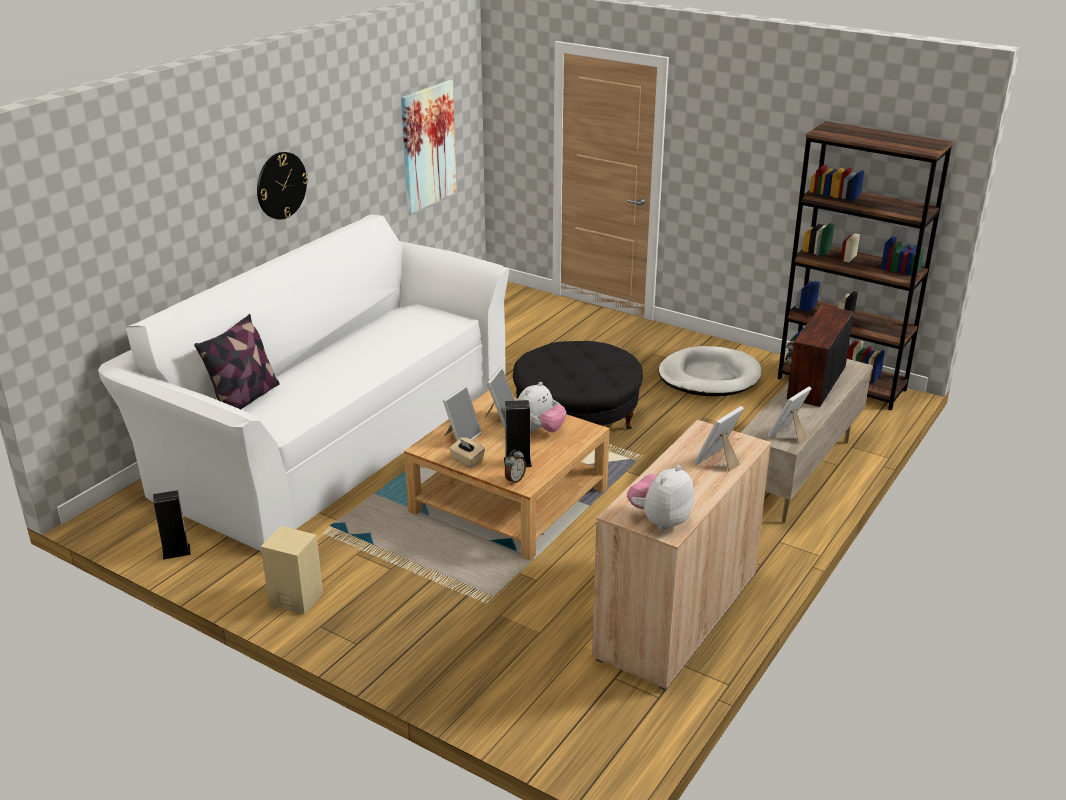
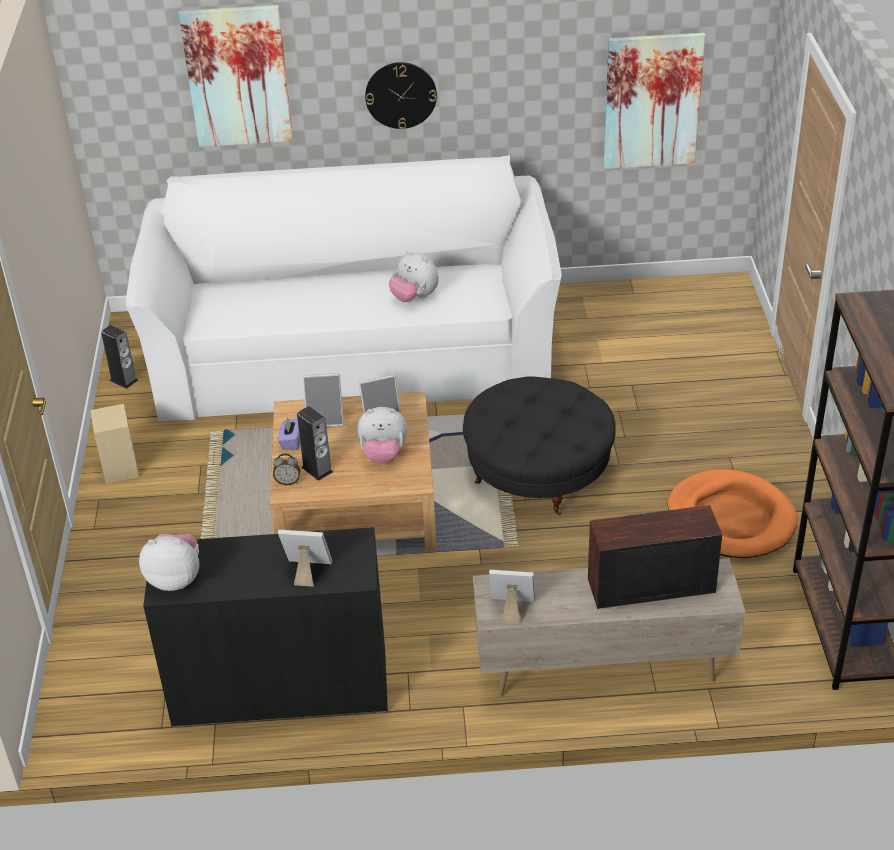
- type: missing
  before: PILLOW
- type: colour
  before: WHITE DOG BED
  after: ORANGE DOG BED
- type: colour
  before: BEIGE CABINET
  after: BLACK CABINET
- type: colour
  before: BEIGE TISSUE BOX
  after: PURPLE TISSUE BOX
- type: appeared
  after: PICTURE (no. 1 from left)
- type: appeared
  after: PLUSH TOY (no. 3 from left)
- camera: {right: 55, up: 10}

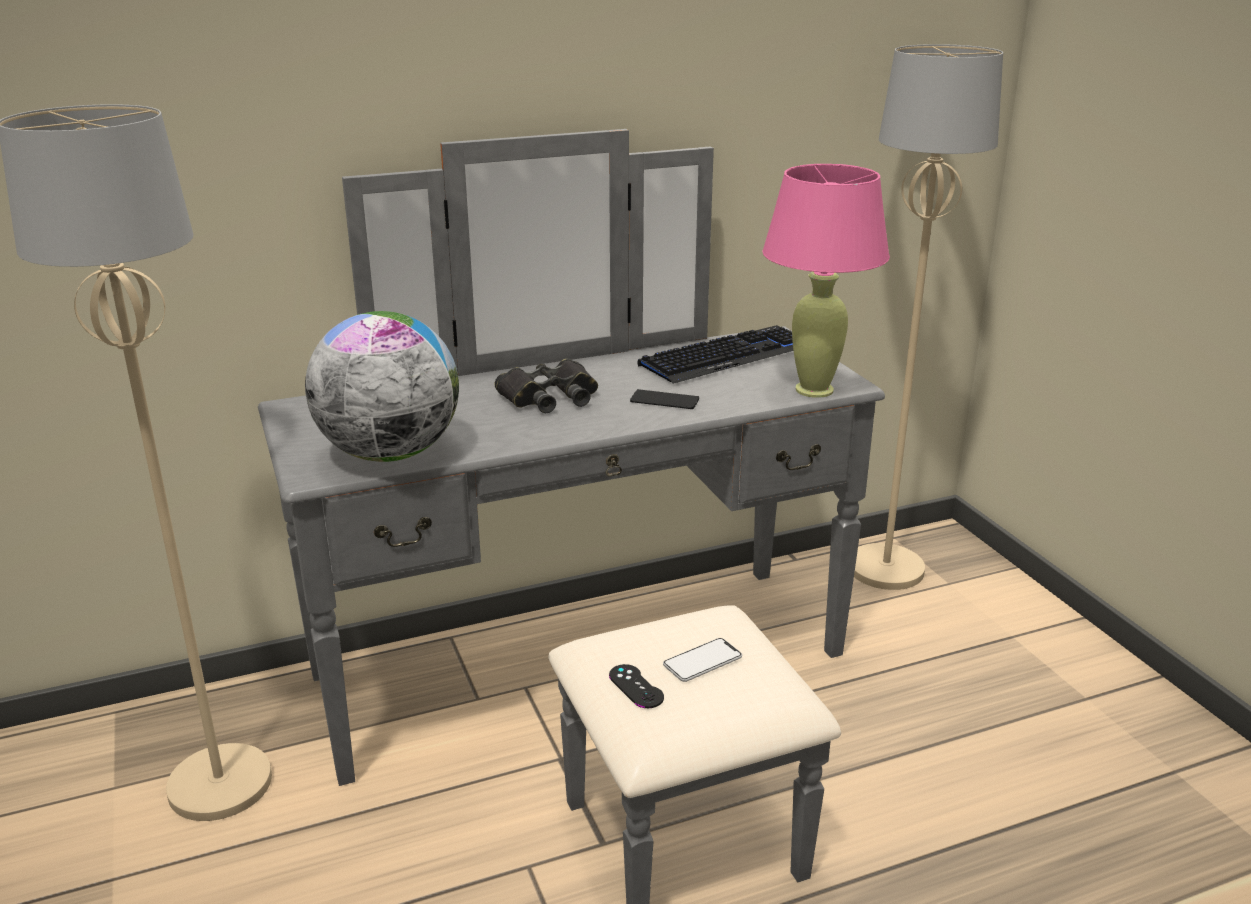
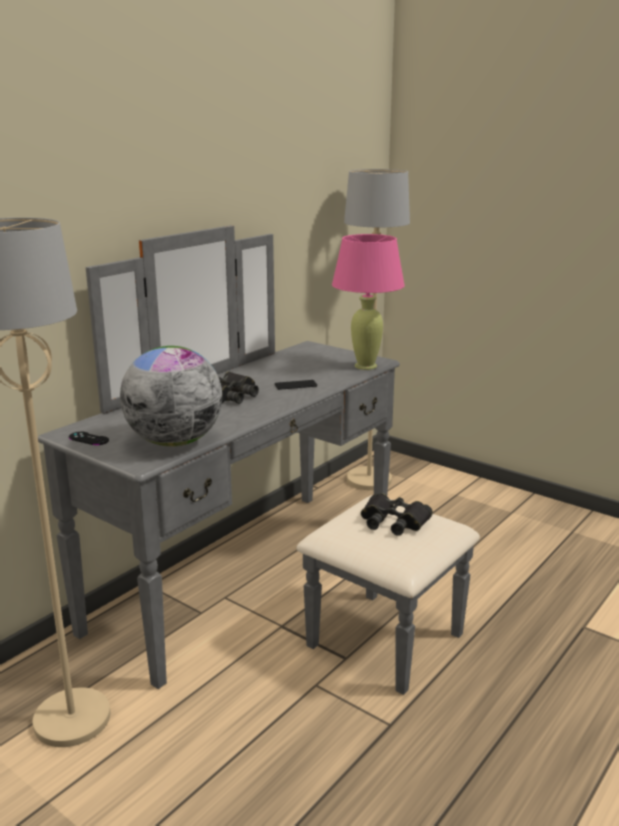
- type: missing
  before: KEYBOARD
- type: exchanged
  before: PHONE (no. 2 from left)
  after: BLACK BINOCULARS (no. 2 from left)
- type: relocated
  before: BLACK GAME CONTROLLER
- camera: {right: -30, up: -5}

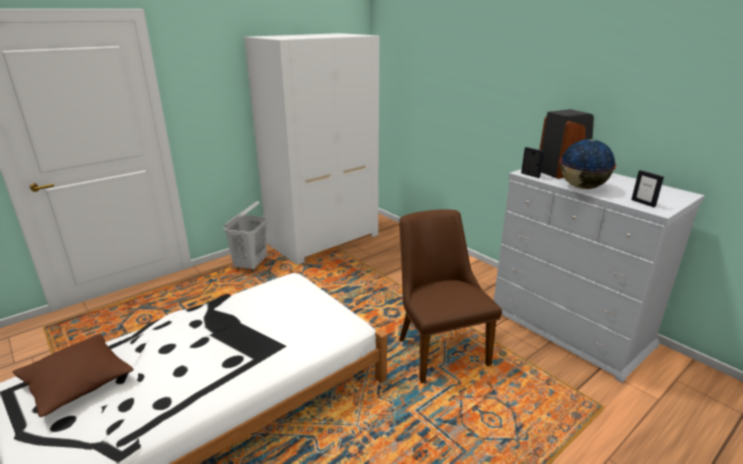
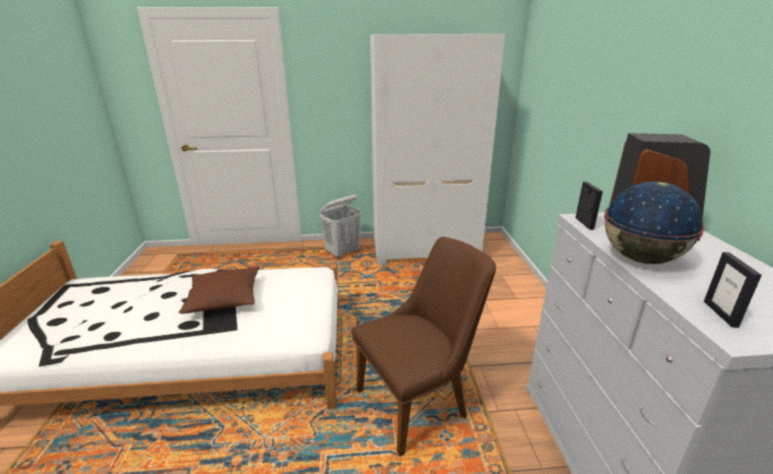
- type: spun
  before: BROWN CHAIR
  turn: 45
- type: relocated
  before: BROWN PILLOW
- camera: {right: 35, up: 0}

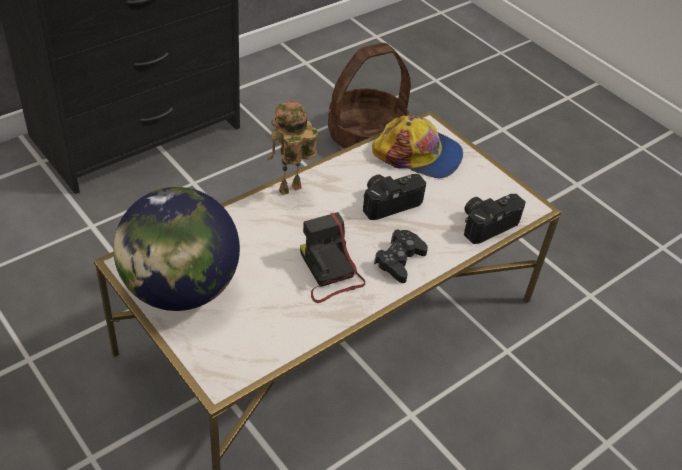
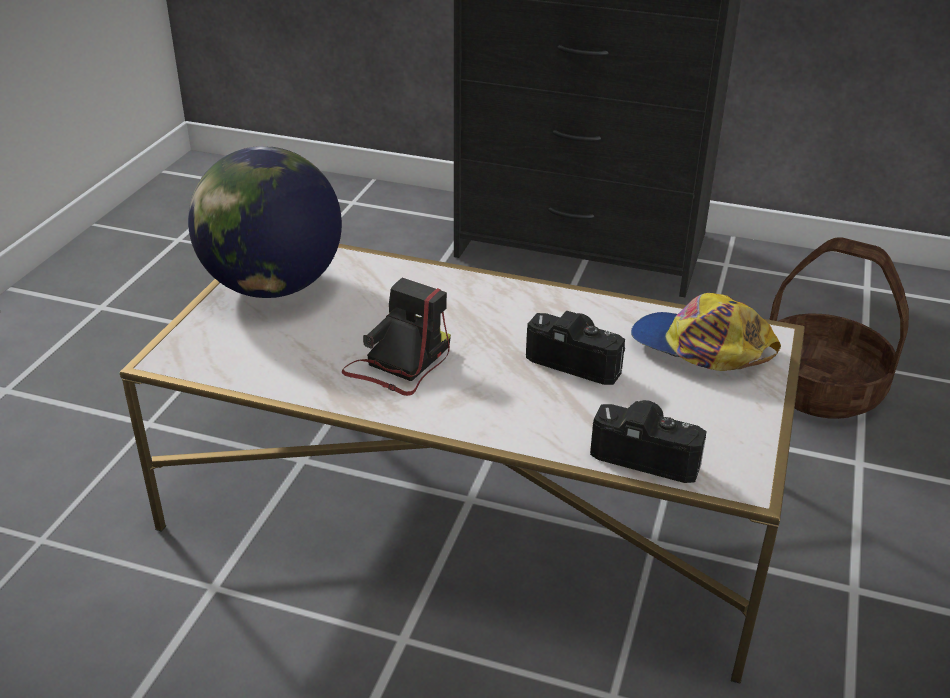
- type: missing
  before: TOY ROBOT
- type: spun
  before: CAP
  turn: 135
- type: missing
  before: BLACK GAME CONTROLLER
- camera: {right: 60, up: -10}

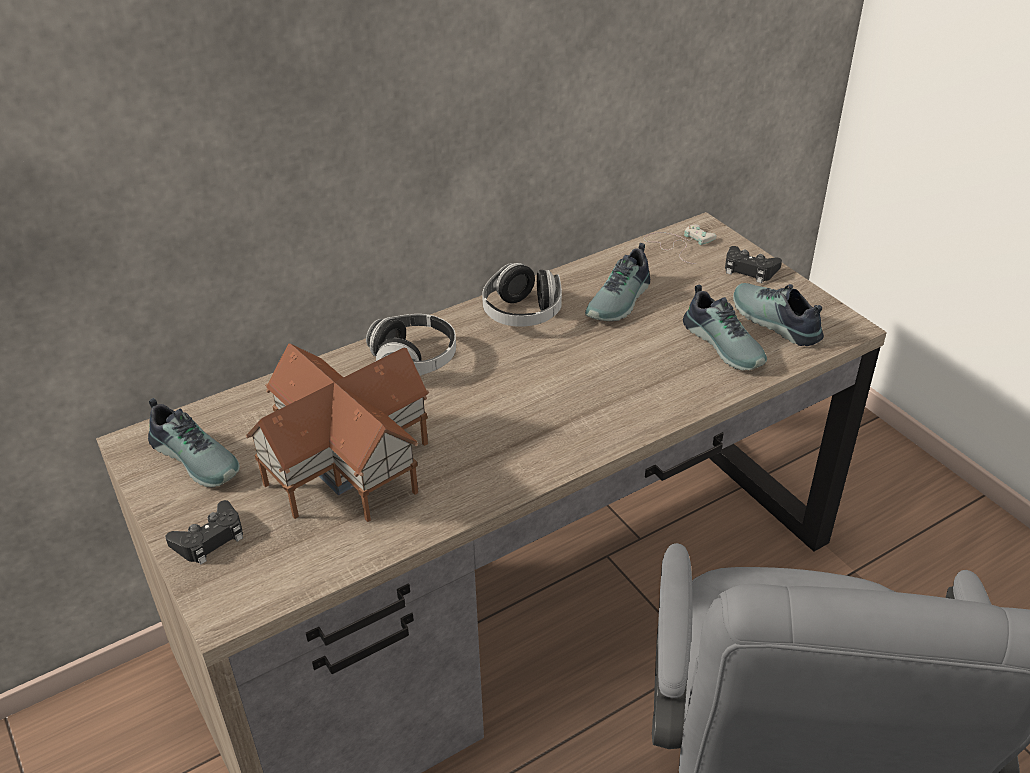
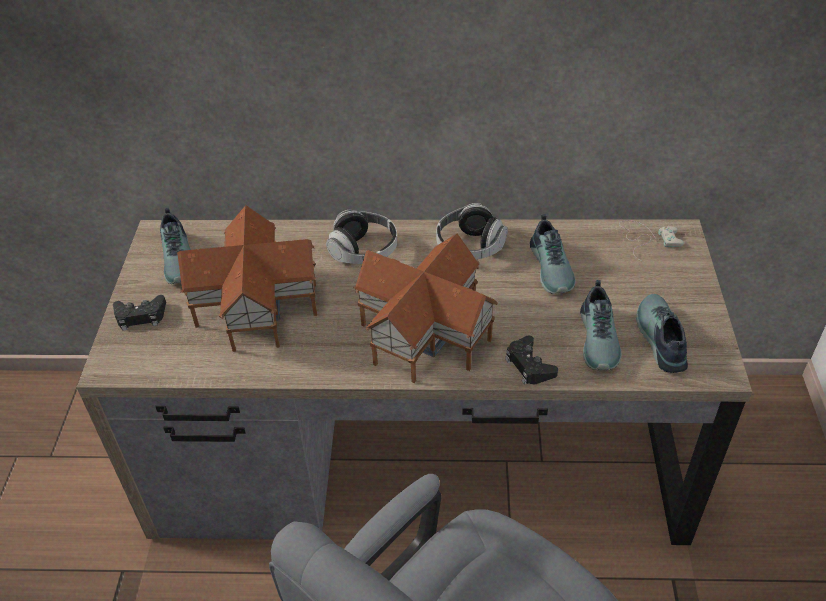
- type: spun
  before: SHOE (no. 2 from left)
  turn: -75
- type: relocated
  before: BLACK GAME CONTROLLER (no. 2 from left)
- type: appeared
  after: TOY HOUSE (no. 2 from left)
- camera: {right: 35, up: 5}

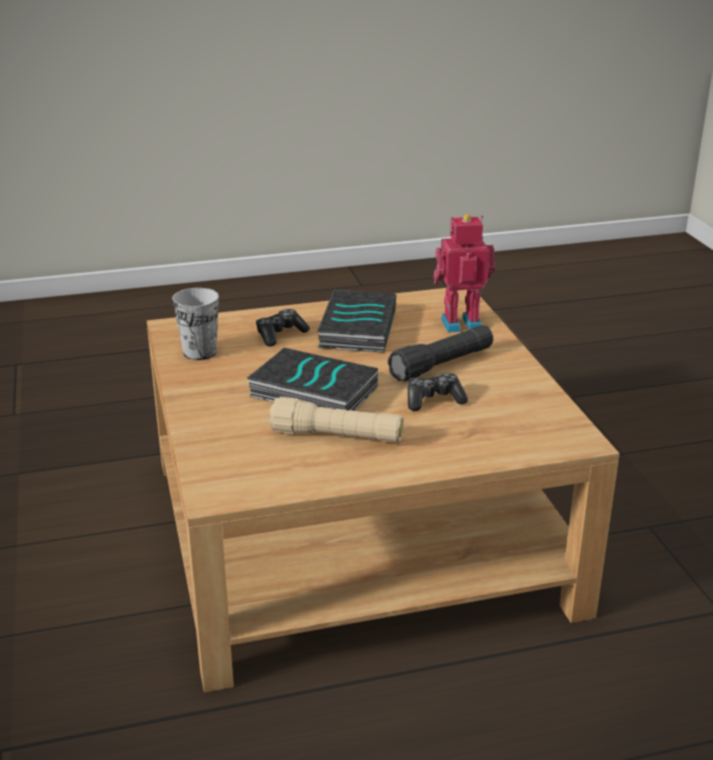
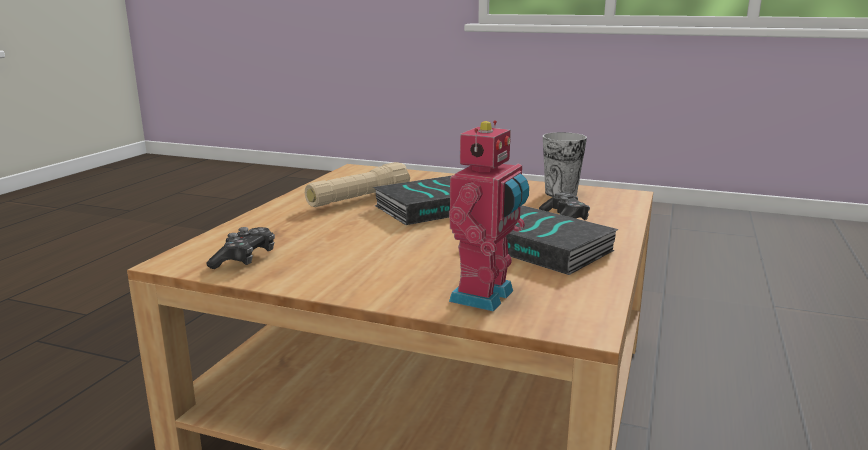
- type: missing
  before: BLACK FLASHLIGHT
- type: relocated
  before: GAME CONTROLLER (no. 2 from left in the first image)
  after: GAME CONTROLLER (no. 1 from left)
- camera: {right: 125, up: -10}

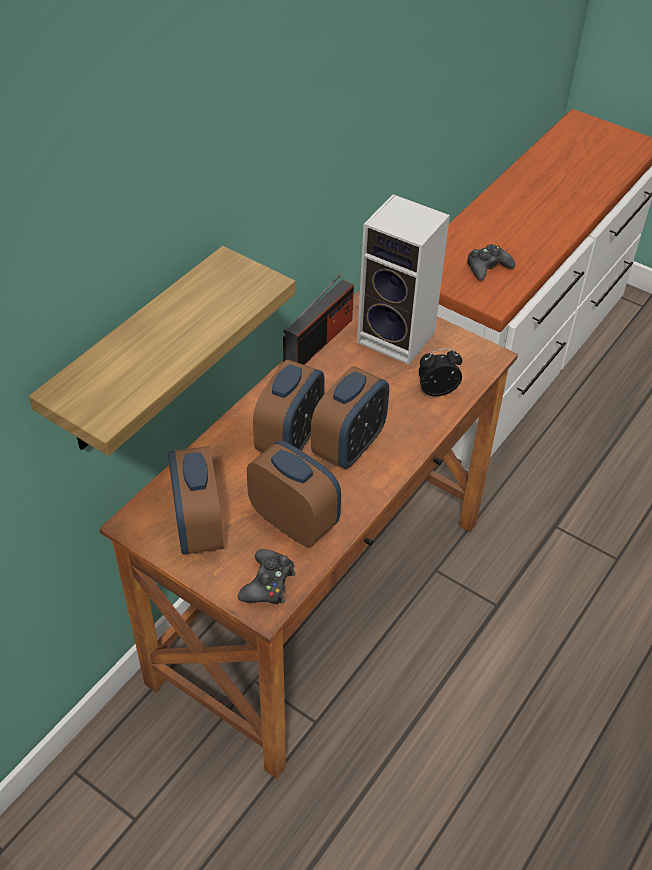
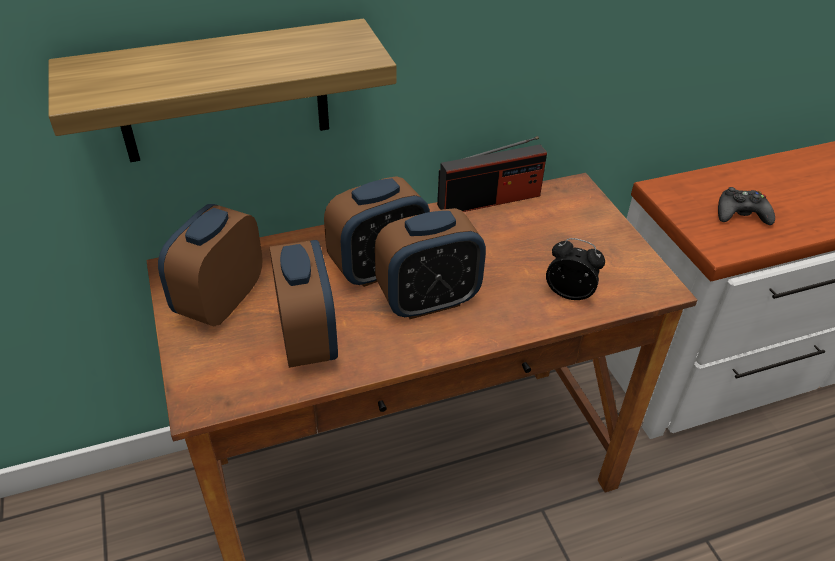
- type: missing
  before: SPEAKER
- type: missing
  before: BLACK GAME CONTROLLER (no. 1 from left)
- camera: {right: 35, up: -5}

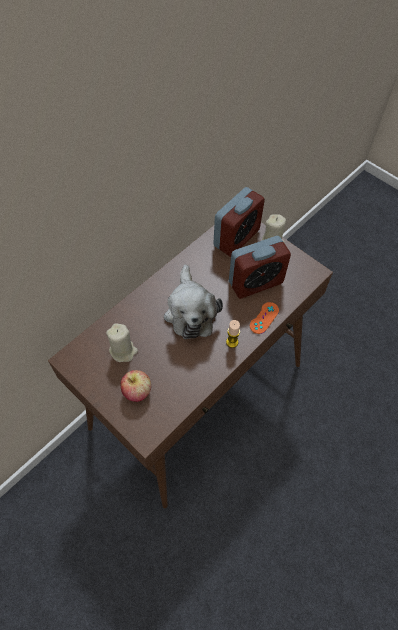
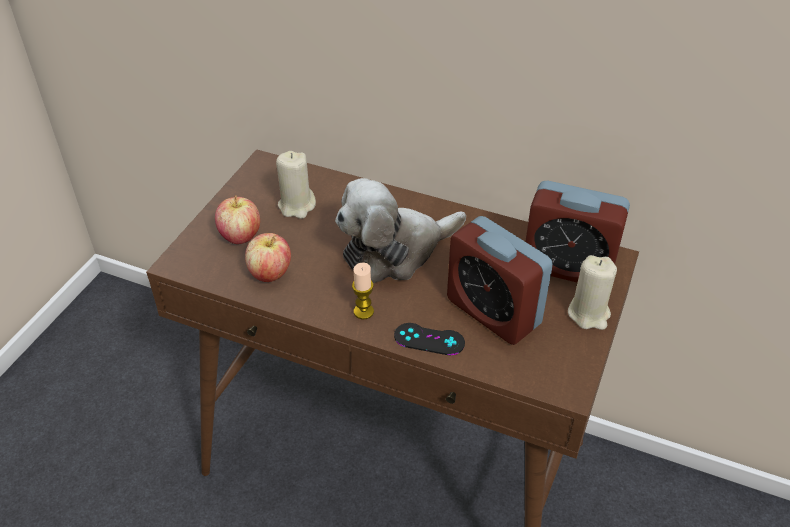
- type: colour
  before: ORANGE GAME CONTROLLER
  after: BLACK GAME CONTROLLER
- type: appeared
  after: APPLE (no. 2 from left)
- camera: {right: 70, up: -15}

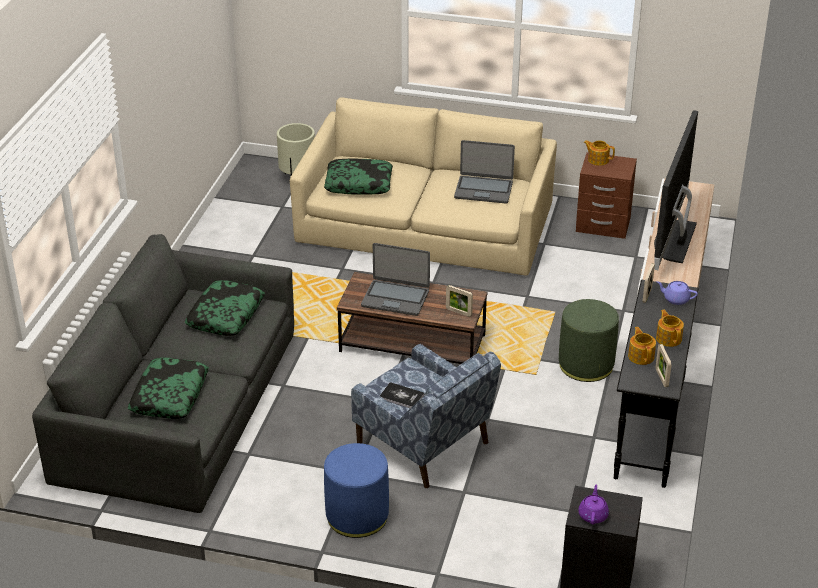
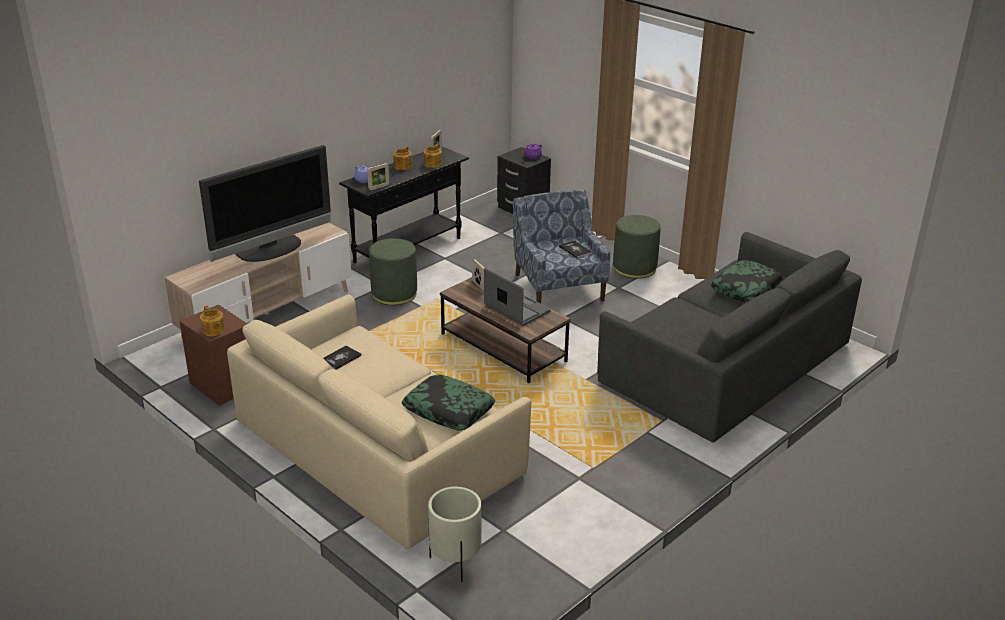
- type: exchanged
  before: LAPTOP (no. 2 from left)
  after: BOOK (no. 1 from left)
- type: missing
  before: PILLOW (no. 2 from left)
- type: colour
  before: BLUE OTTOMAN
  after: GREEN OTTOMAN (no. 2 from left)
- camera: {right: -150, up: -5}

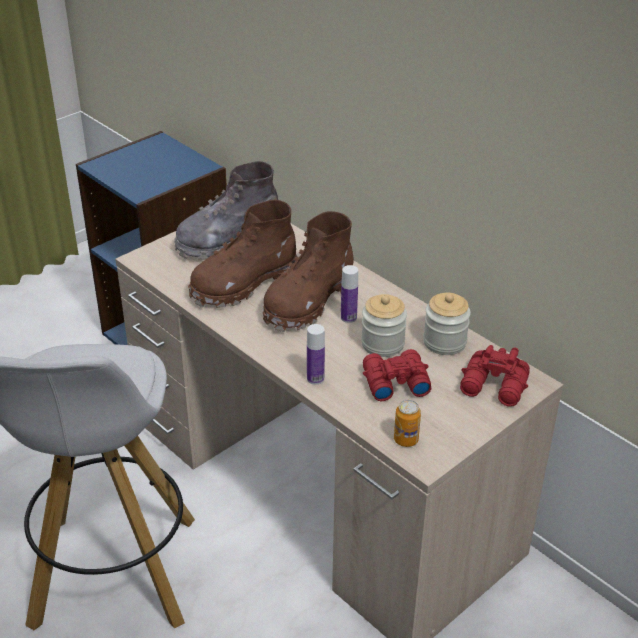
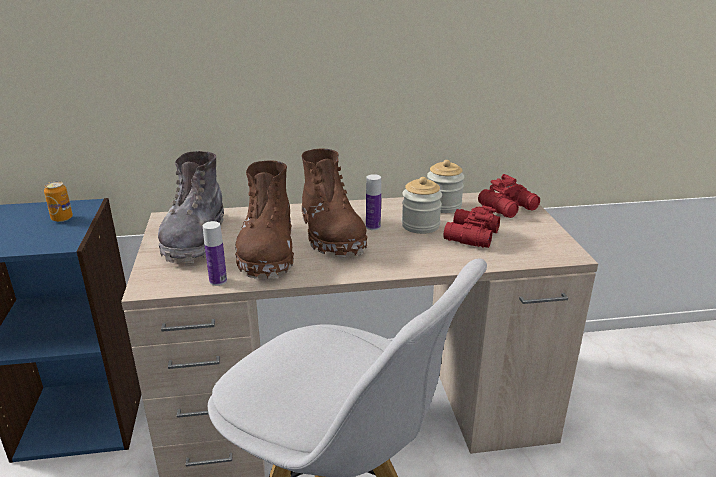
- type: relocated
  before: BOTTLE (no. 1 from left)
- type: relocated
  before: CAN
- camera: {right: -55, up: -10}

